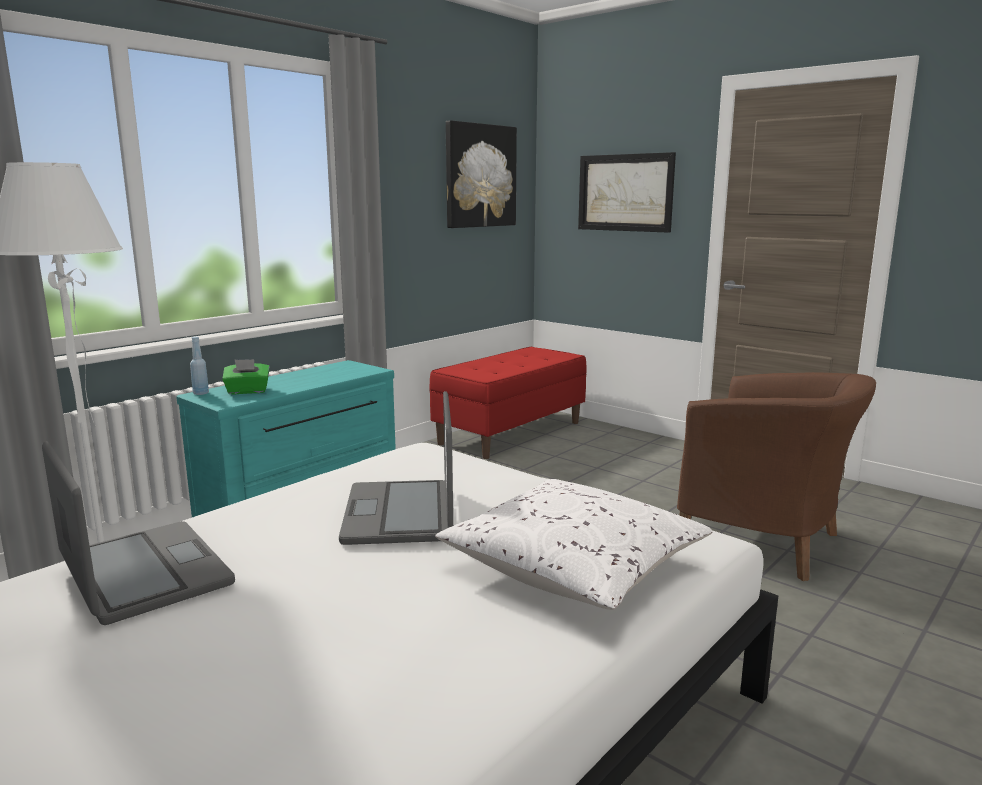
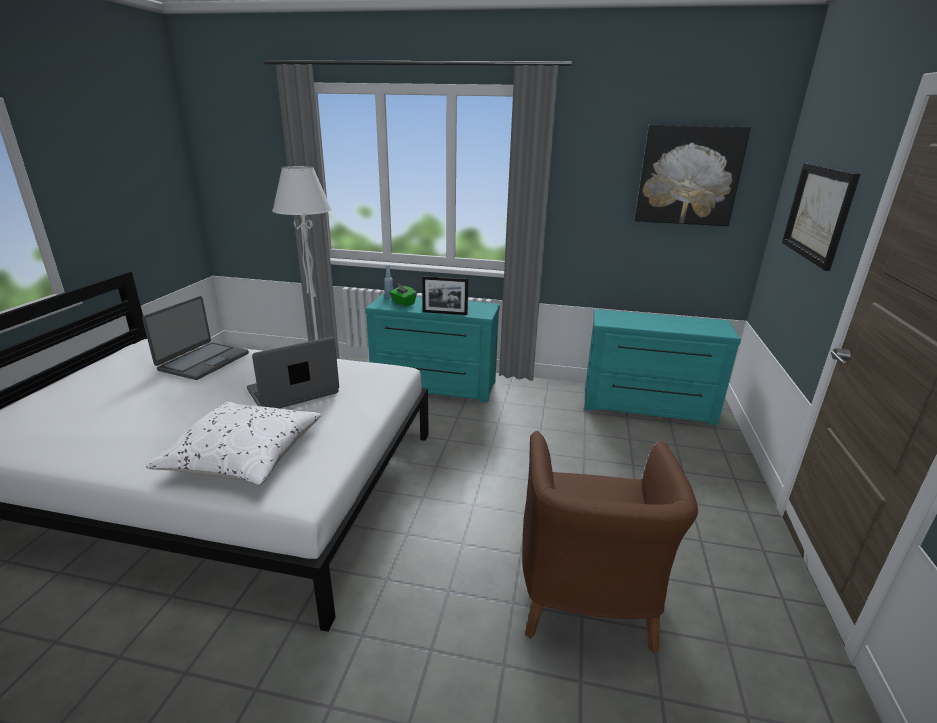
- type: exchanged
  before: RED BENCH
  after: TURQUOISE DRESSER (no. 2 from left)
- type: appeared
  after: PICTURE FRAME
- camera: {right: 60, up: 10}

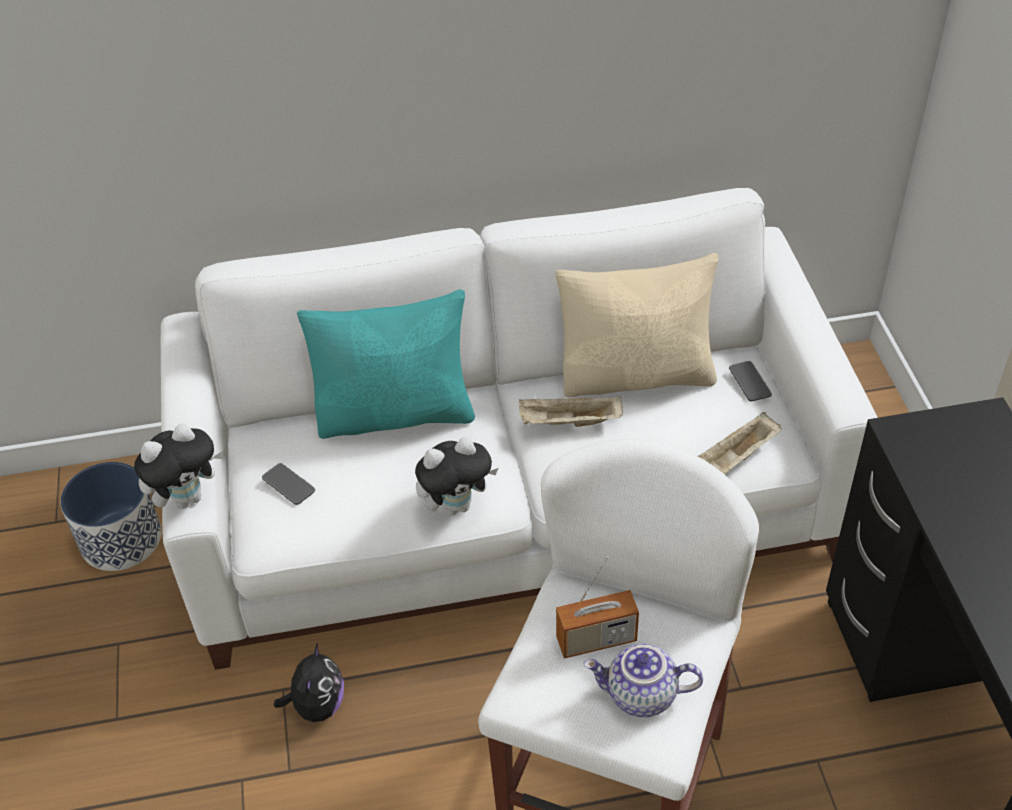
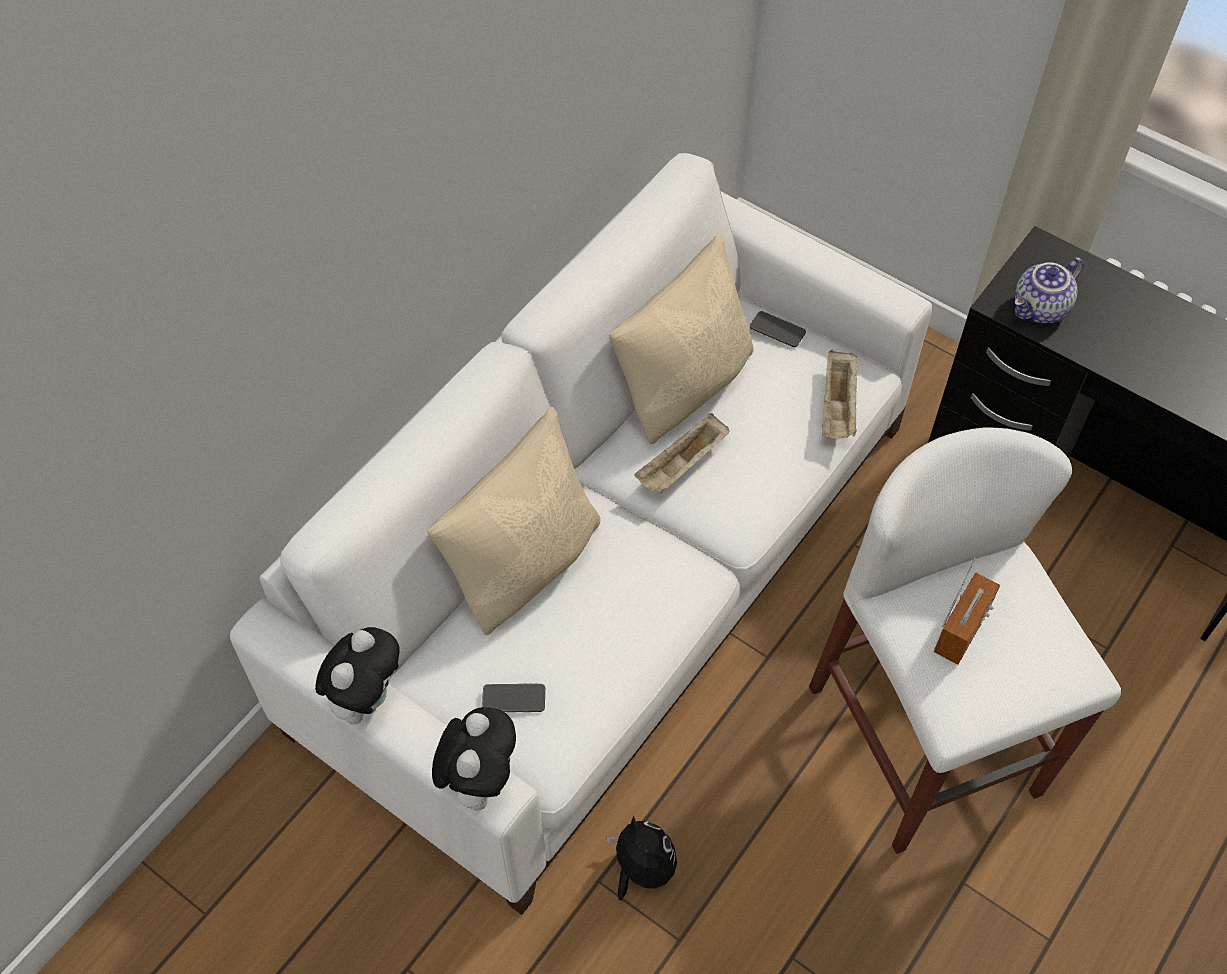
- type: colour
  before: TURQUOISE PILLOW
  after: BEIGE PILLOW (no. 1 from left)
- type: relocated
  before: PLUSH TOY (no. 3 from left in the first image)
  after: PLUSH TOY (no. 1 from left)
- type: missing
  before: PLANTER
- type: relocated
  before: TEAPOT
- camera: {right: -45, up: 10}

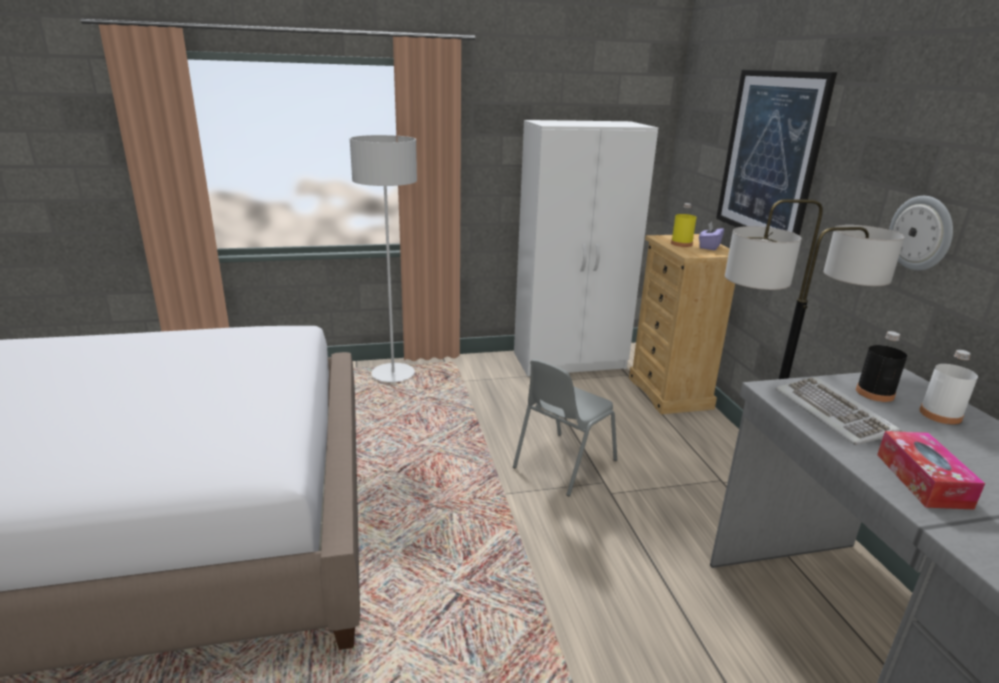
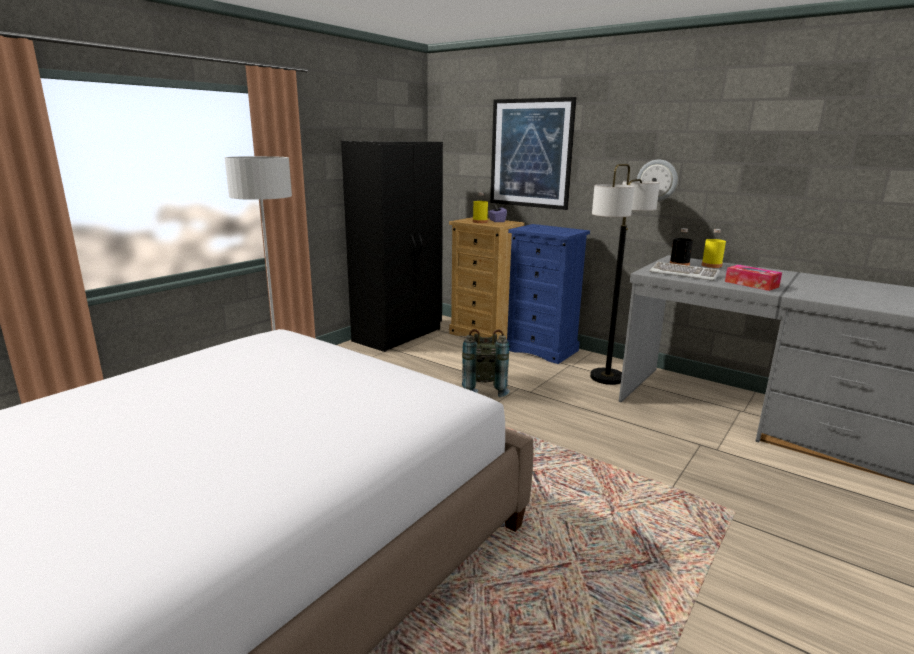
- type: colour
  before: WHITE WARDROBE
  after: BLACK WARDROBE
- type: colour
  before: WHITE BOTTLE
  after: YELLOW BOTTLE (no. 2 from left)
- type: exchanged
  before: GREY CHAIR
  after: GREY BACKPACK
- type: appeared
  after: BLUE DRESSER
- camera: {right: -40, up: -5}

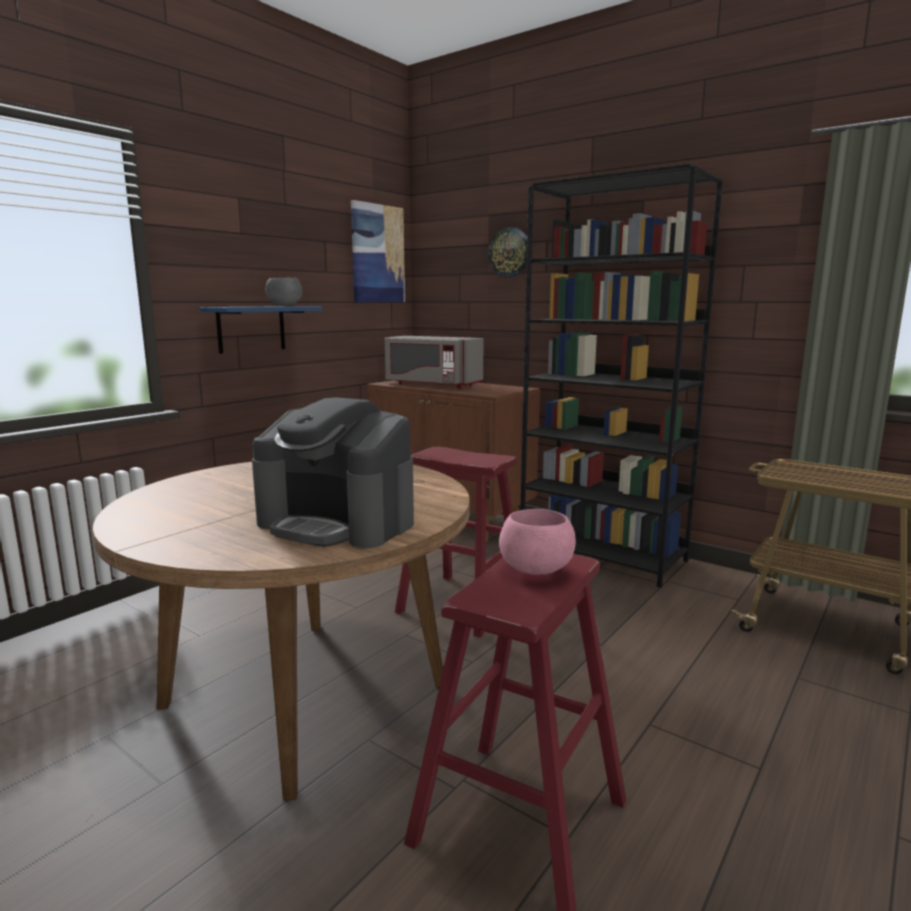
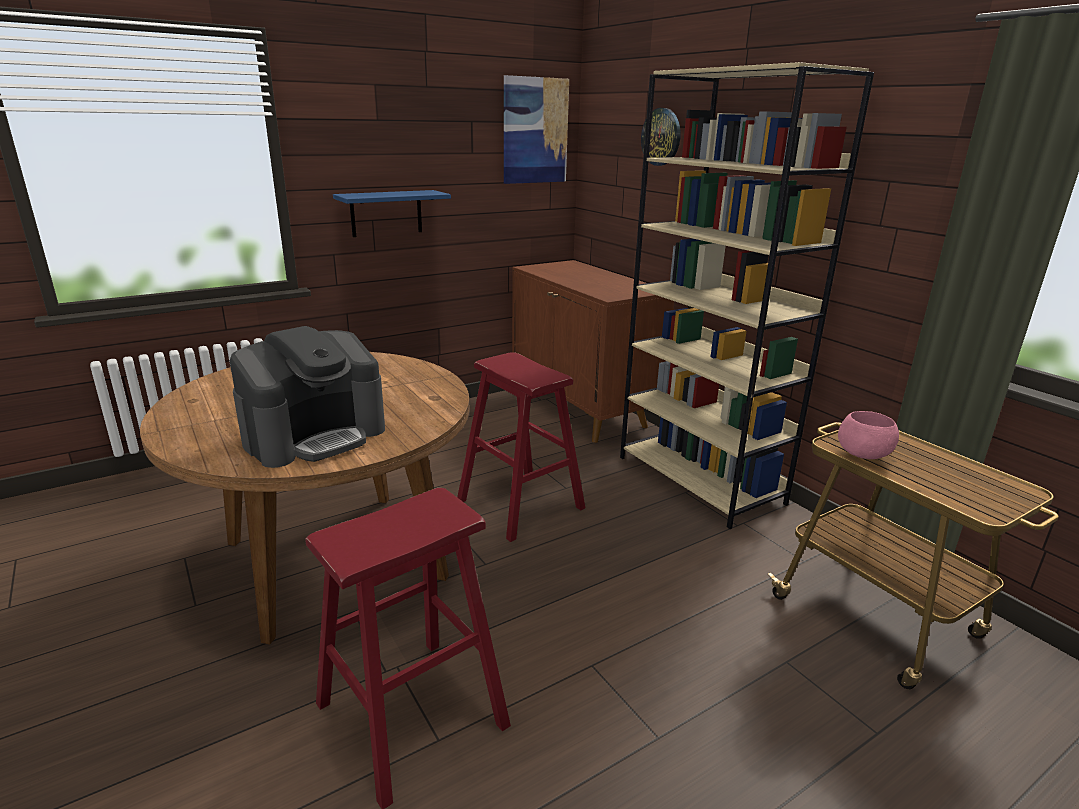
- type: colour
  before: BLACK BOOKCASE
  after: BEIGE BOOKCASE
- type: missing
  before: GREY BOWL
- type: missing
  before: GREY MICROWAVE
- type: spun
  before: COFFEE MACHINE
  turn: -90
- type: relocated
  before: PINK BOWL
- camera: {right: 20, up: 10}

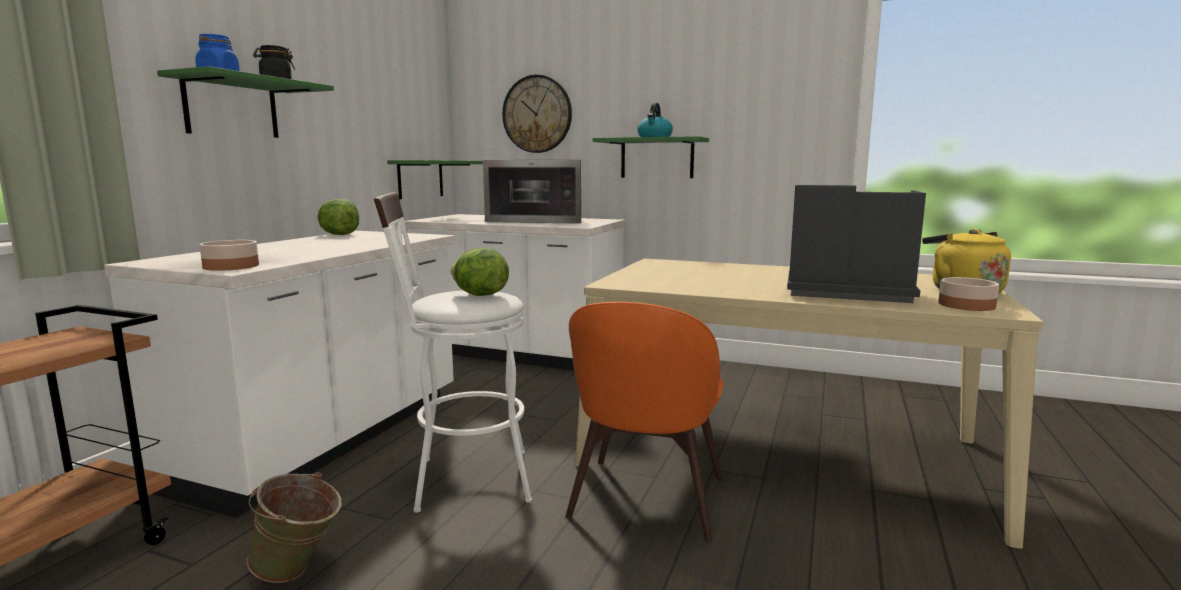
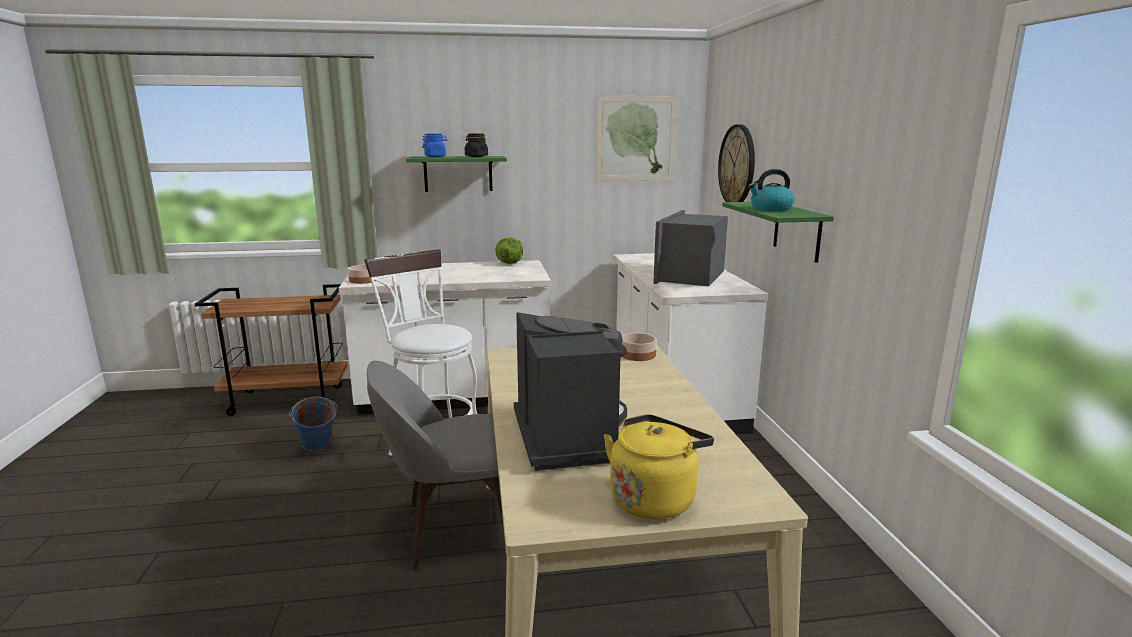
- type: missing
  before: GREEN SHELF (no. 2 from left)
- type: spun
  before: MICROWAVE
  turn: 45
- type: missing
  before: LETTUCE (no. 2 from left)
- type: relocated
  before: BOWL (no. 2 from left)
- type: colour
  before: ORANGE CHAIR
  after: GREY CHAIR
- type: colour
  before: GREEN BUCKET
  after: BLUE BUCKET
- type: appeared
  after: PICTURE
- camera: {right: 60, up: 5}

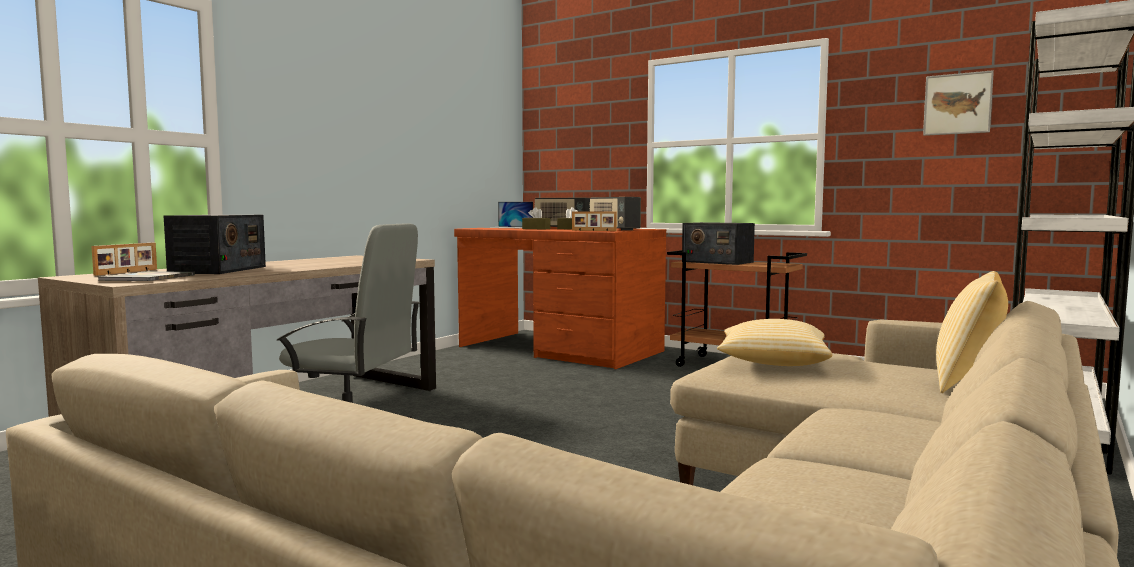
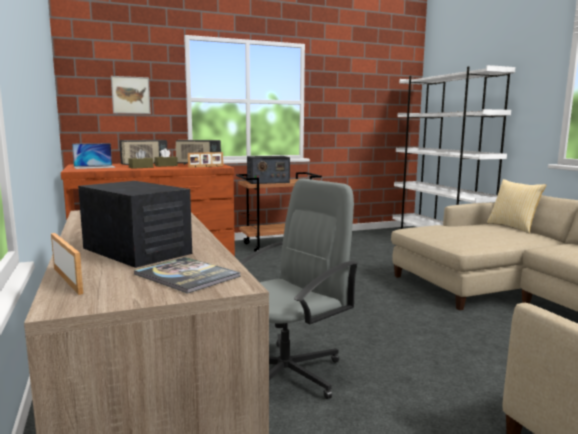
- type: relocated
  before: PICTURE
- type: missing
  before: PILLOW (no. 1 from left)
- camera: {right: -55, up: 5}

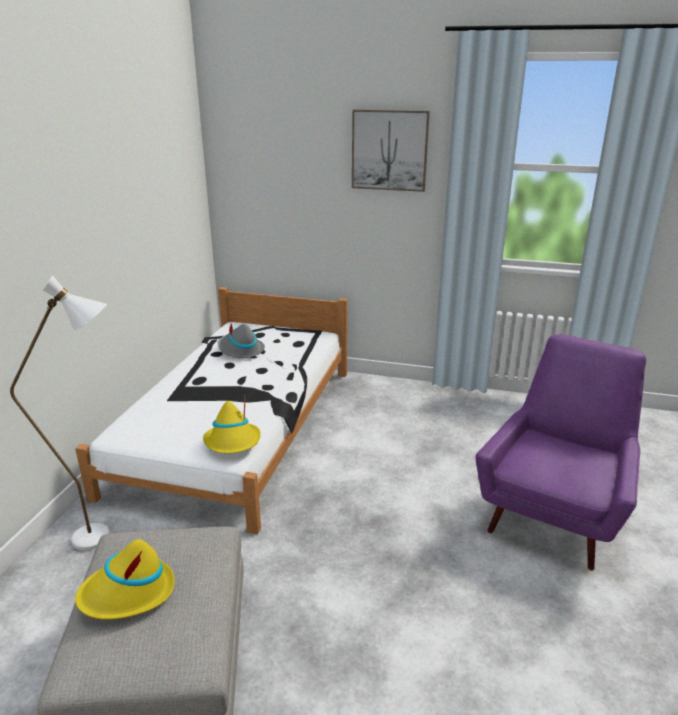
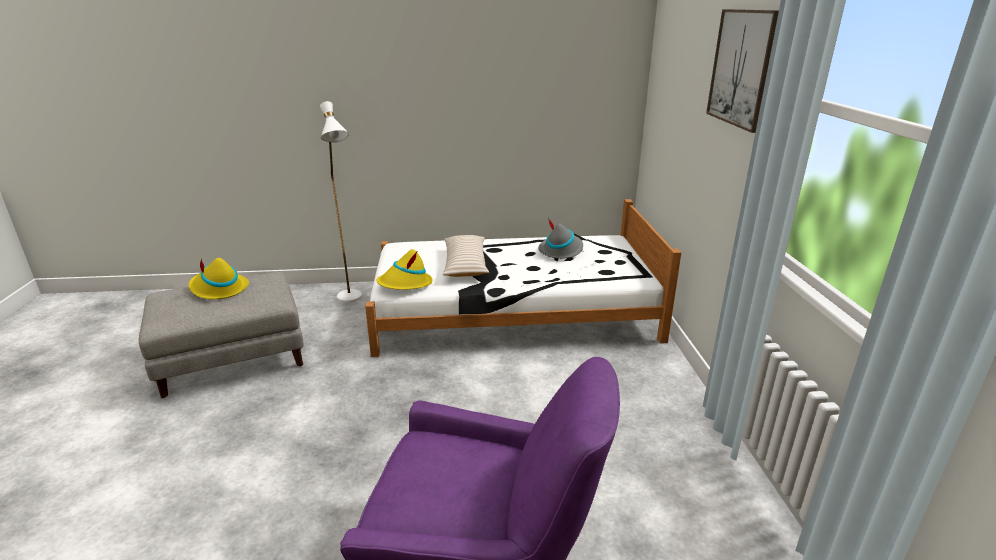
- type: appeared
  after: BEIGE PILLOW
- camera: {right: 70, up: 0}

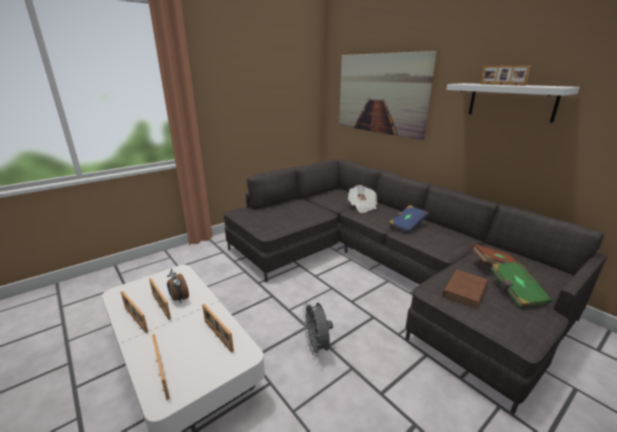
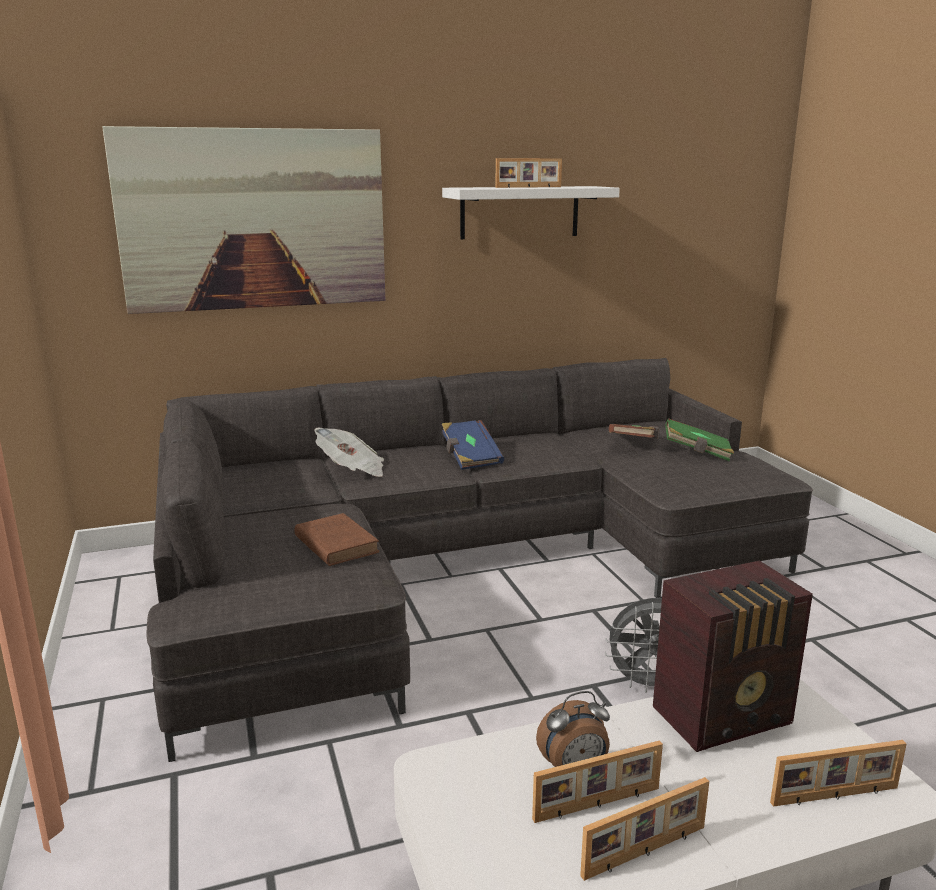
- type: relocated
  before: BROWN BOOK (no. 1 from left)
- type: exchanged
  before: PICTURE FRAME (no. 4 from left)
  after: RADIO
- camera: {right: -70, up: -5}

